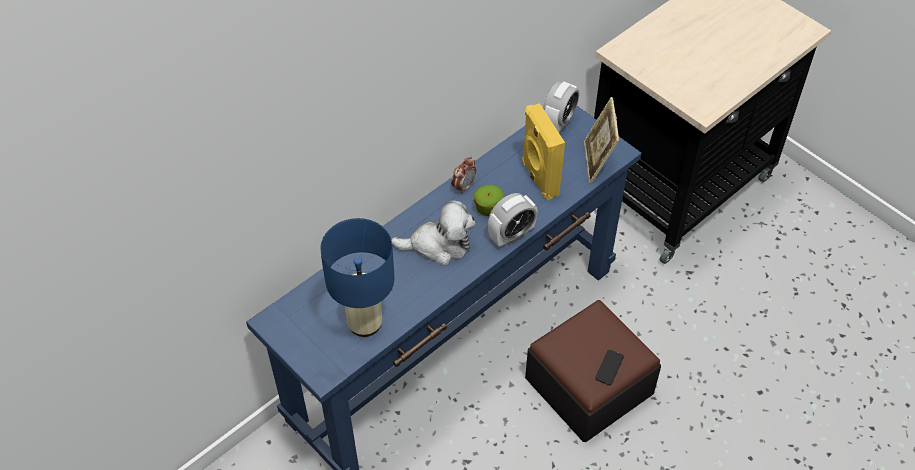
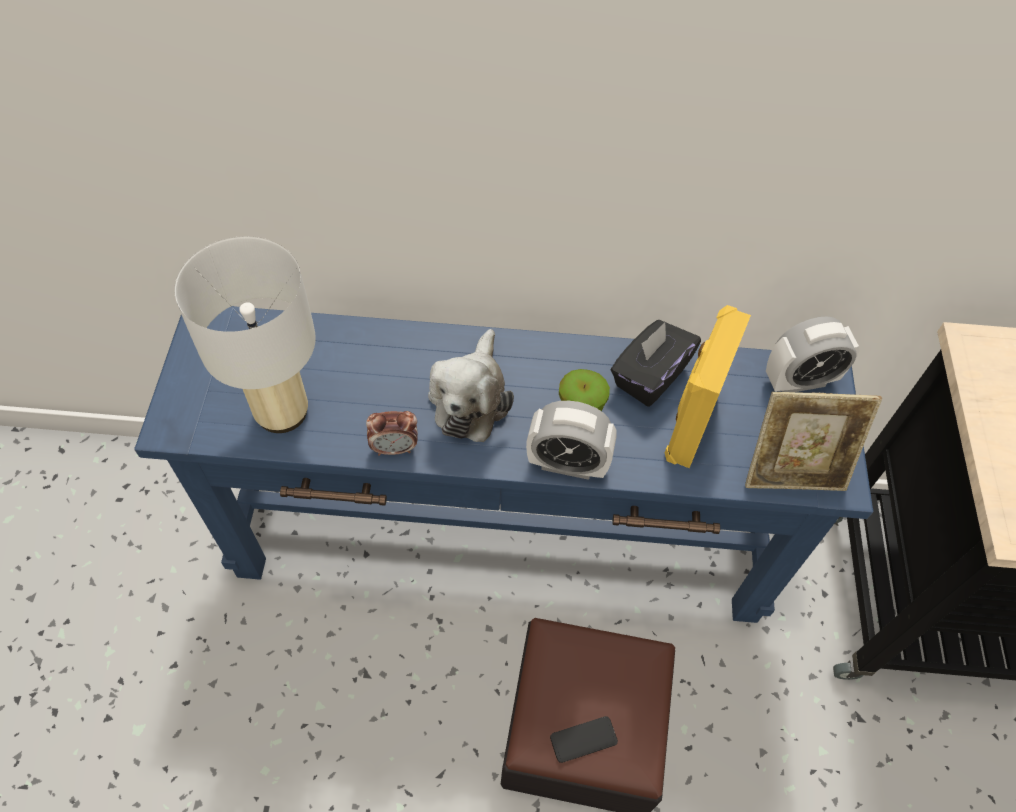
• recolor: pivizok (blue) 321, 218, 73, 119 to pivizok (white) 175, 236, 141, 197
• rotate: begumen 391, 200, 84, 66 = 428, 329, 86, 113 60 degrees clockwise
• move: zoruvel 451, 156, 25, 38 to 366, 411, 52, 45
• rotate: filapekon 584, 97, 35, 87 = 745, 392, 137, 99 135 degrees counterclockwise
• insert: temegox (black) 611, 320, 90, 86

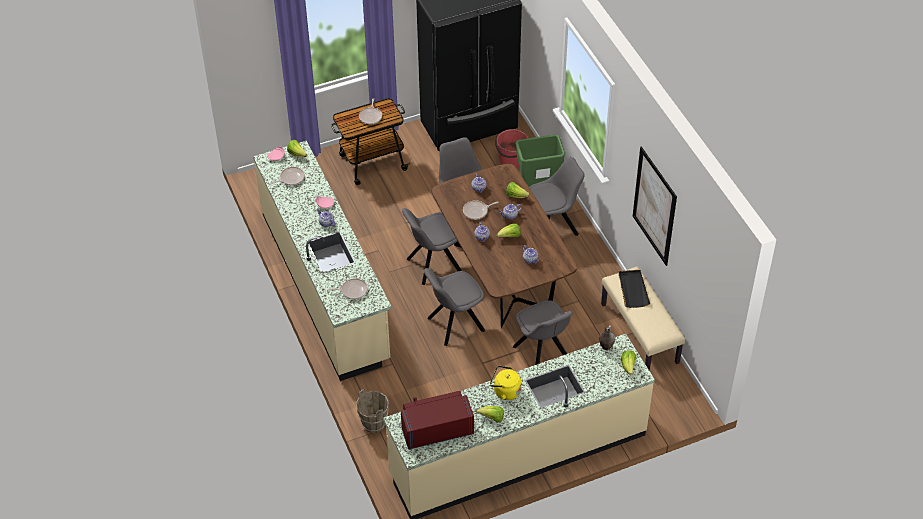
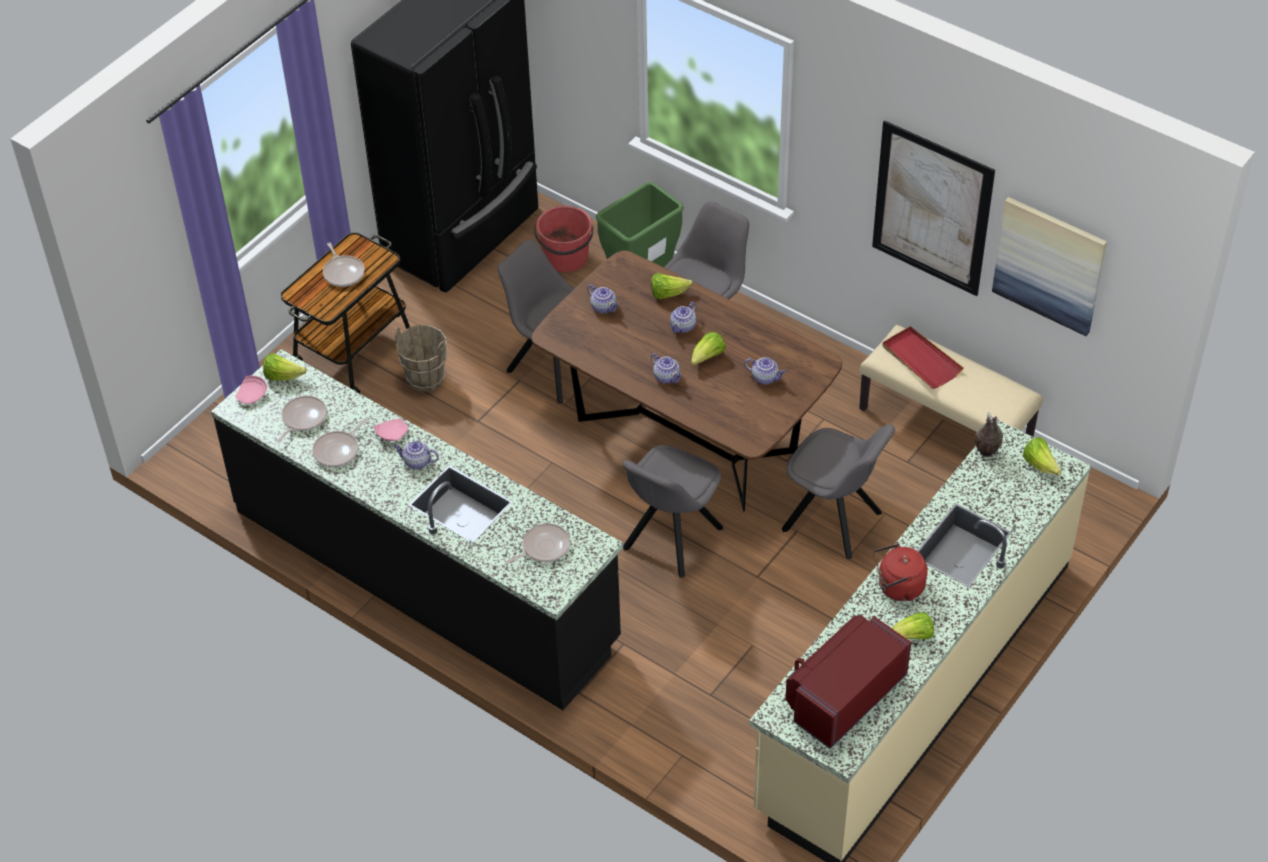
• recolor: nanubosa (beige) 253, 141, 139, 240 to nanubosa (black) 211, 349, 412, 361
• move: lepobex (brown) 356, 389, 33, 44 to 395, 324, 52, 68
• delete: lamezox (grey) 402, 208, 60, 77
• move: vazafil 463, 200, 36, 20 to 312, 419, 55, 48
• recolor: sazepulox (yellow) 490, 365, 31, 35 to sazepulox (red) 873, 543, 55, 58
• recolor: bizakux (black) 619, 270, 31, 38 to bizakux (red) 882, 326, 82, 63
• insert: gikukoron 992, 197, 115, 139

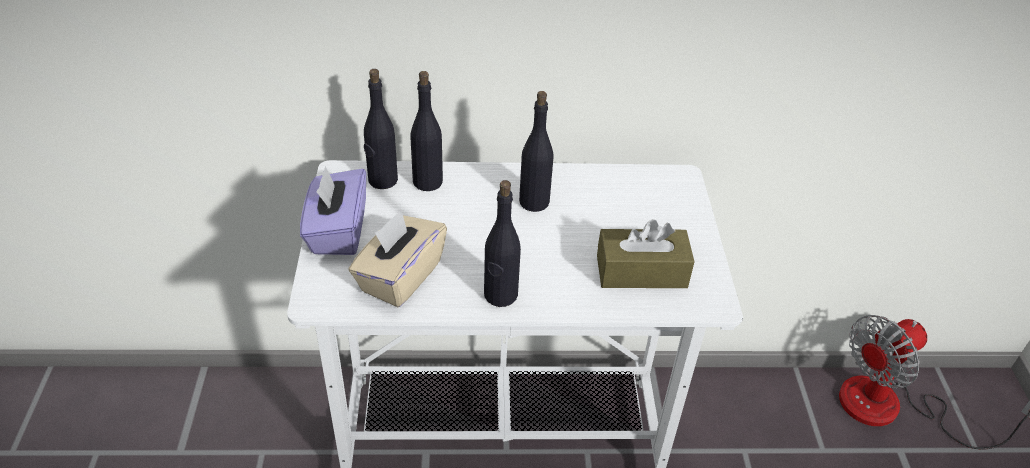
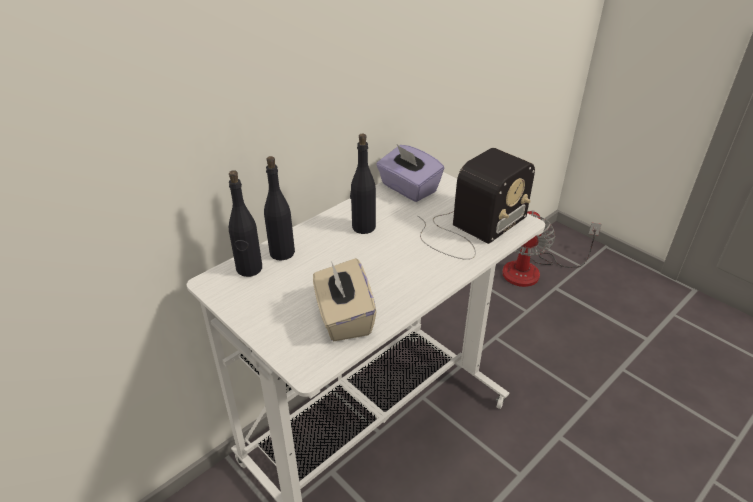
• move: temegox (purple) 300, 166, 66, 89 to 376, 145, 68, 57
• delete: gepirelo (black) 484, 180, 37, 127
• replace: temegox (brown) 597, 219, 98, 69 to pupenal 418, 148, 117, 112

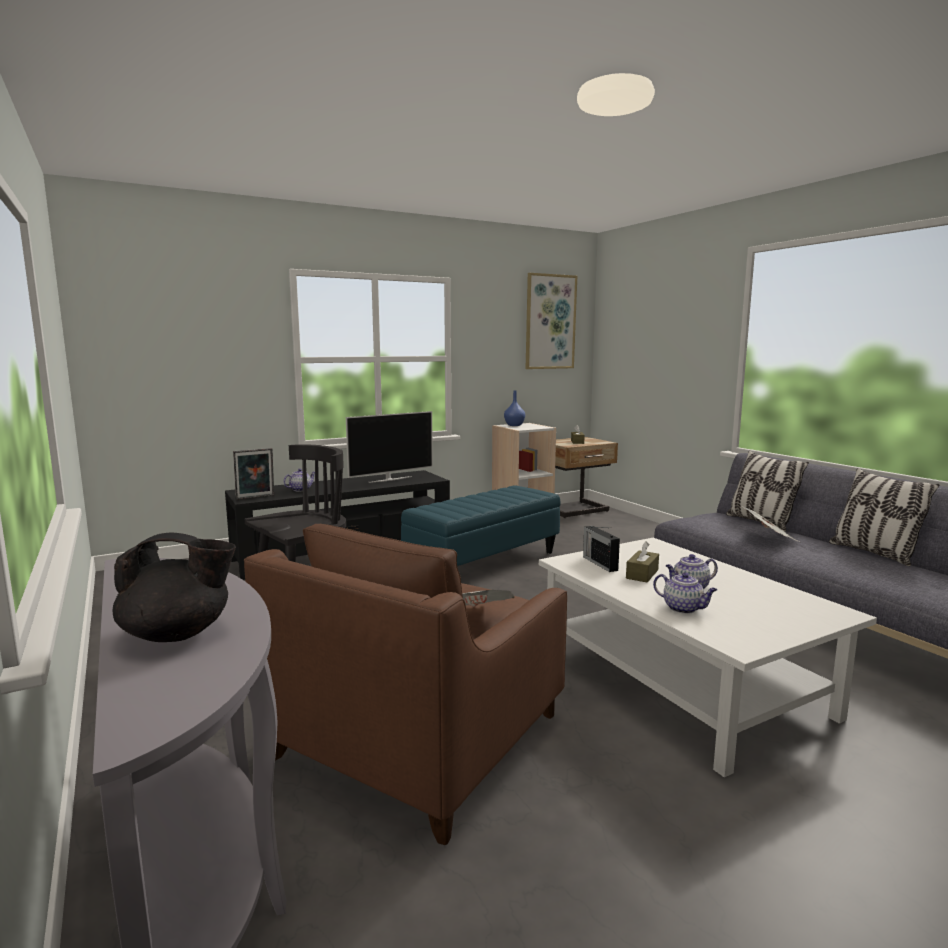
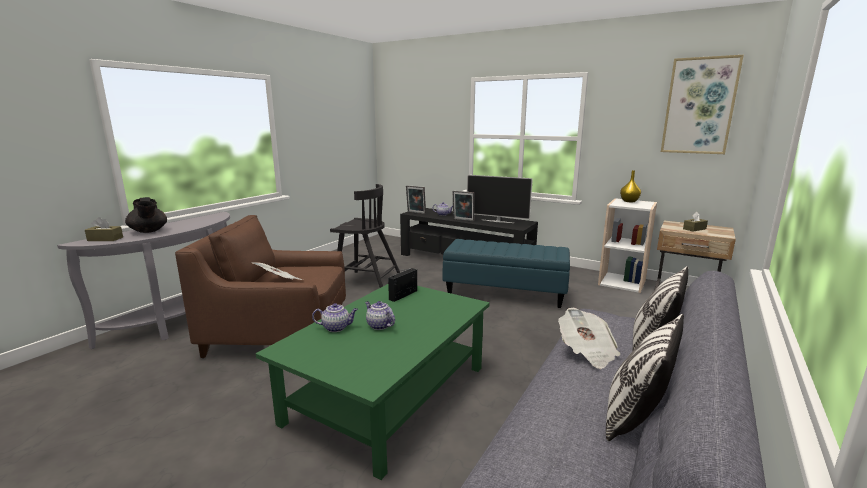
• recolor: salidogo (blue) 504, 391, 21, 35 to salidogo (yellow) 620, 170, 21, 32
• recolor: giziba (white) 539, 538, 338, 239 to giziba (green) 256, 284, 234, 196
• move: temegox (brown) 626, 541, 33, 41 to 85, 217, 38, 24
• rotate: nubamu 653, 572, 64, 42 = 312, 303, 46, 29 105 degrees counterclockwise
• insert: filapekon 453, 191, 21, 30

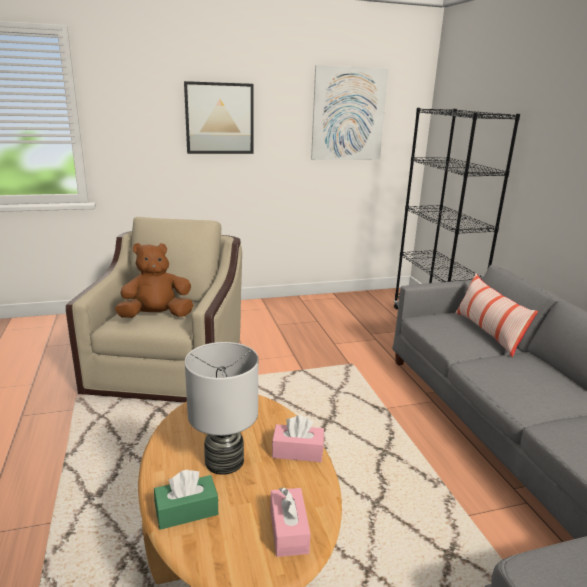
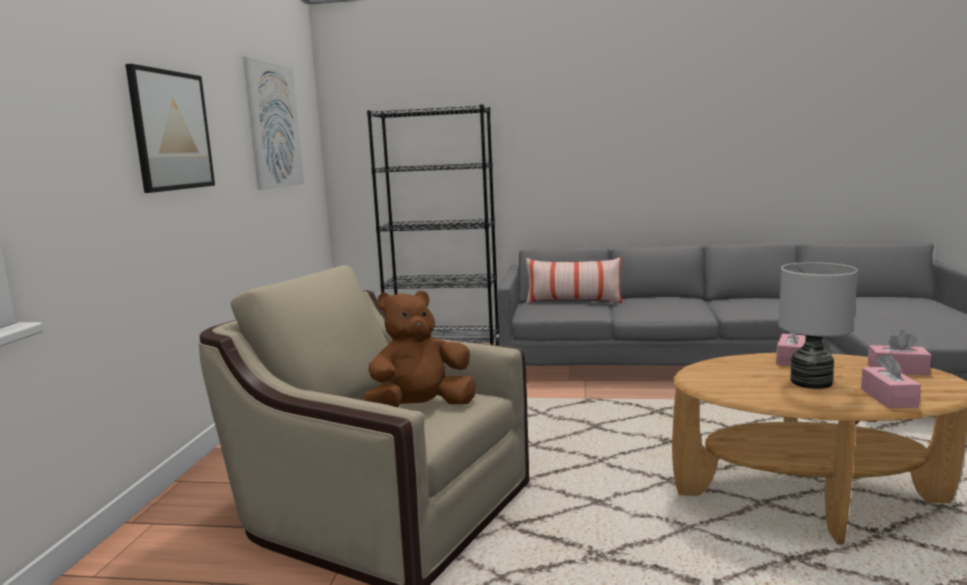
• rotate: begumen (brown) 115, 243, 78, 75 = 362, 290, 114, 117 60 degrees clockwise
• recolor: temegox (green) 154, 470, 64, 60 to temegox (pink) 861, 353, 60, 55

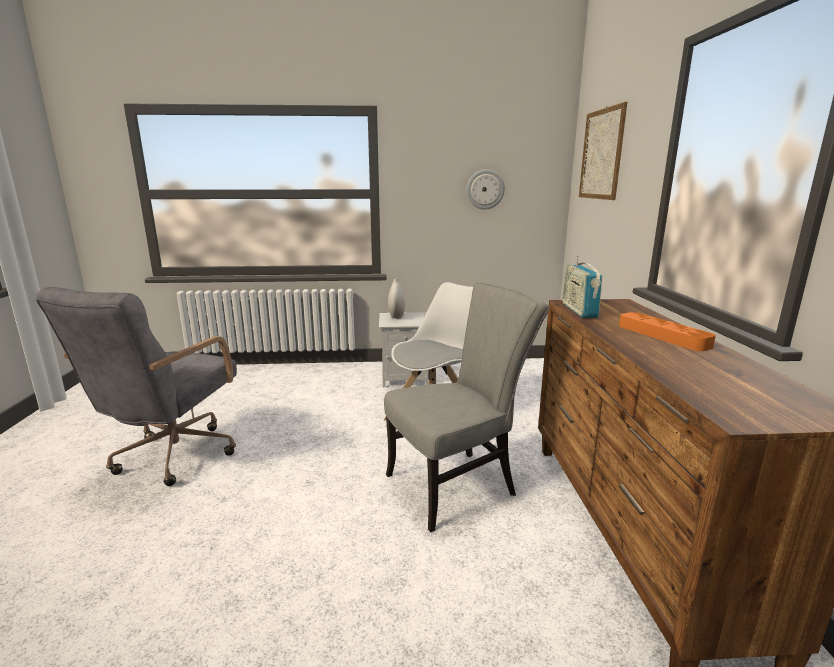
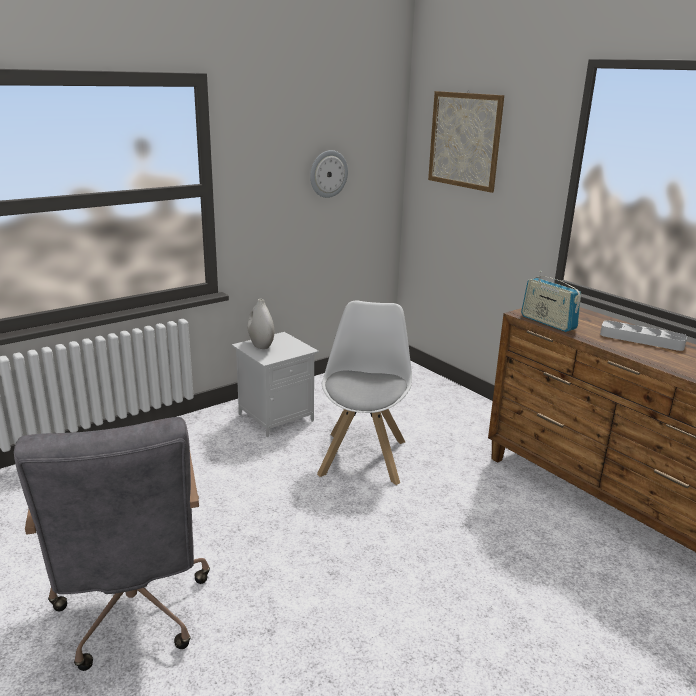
• delete: lamezox (grey) 384, 282, 166, 250
• recolor: bizakux (orange) 619, 312, 97, 39 to bizakux (grey) 600, 320, 87, 31

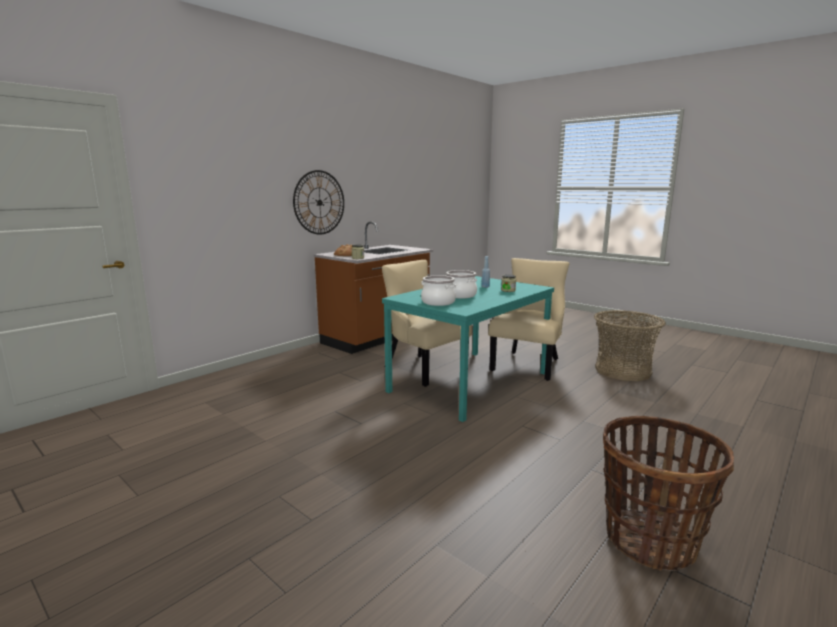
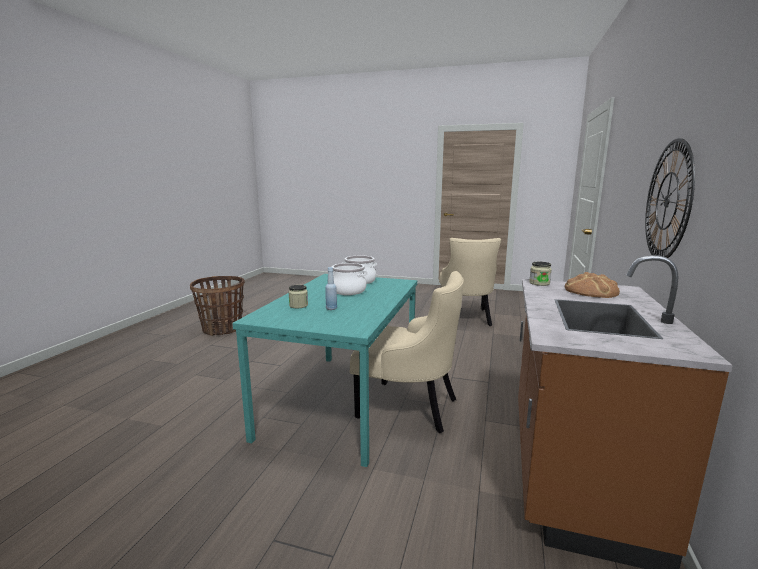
• move: lamezox (beige) 488, 258, 82, 123 to 439, 238, 62, 88
• delete: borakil 594, 310, 72, 71

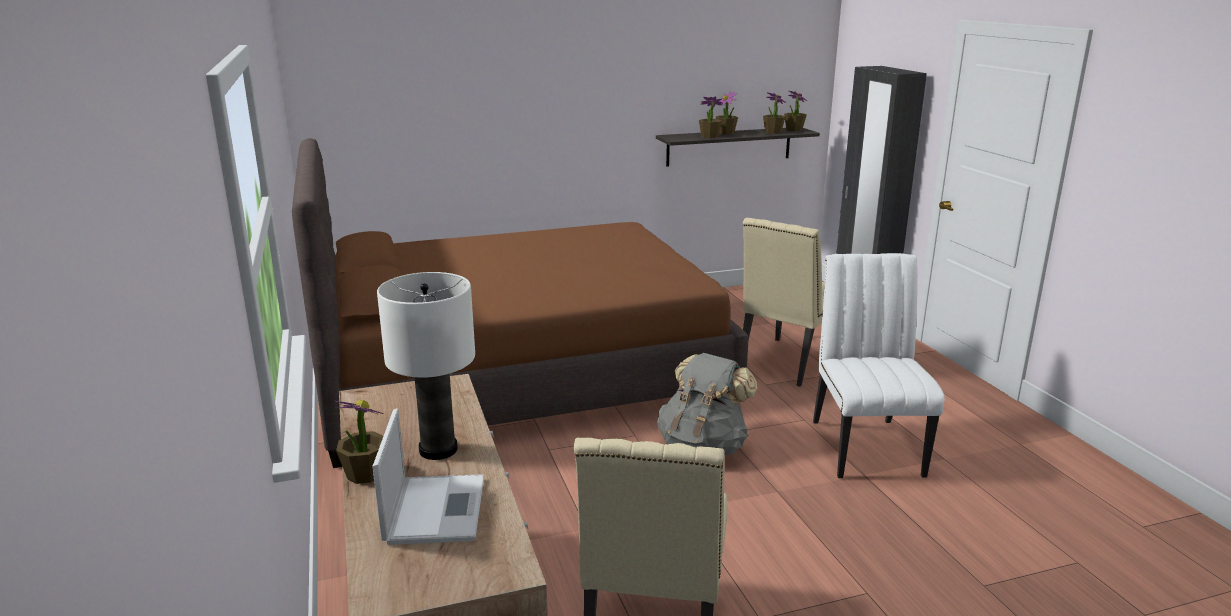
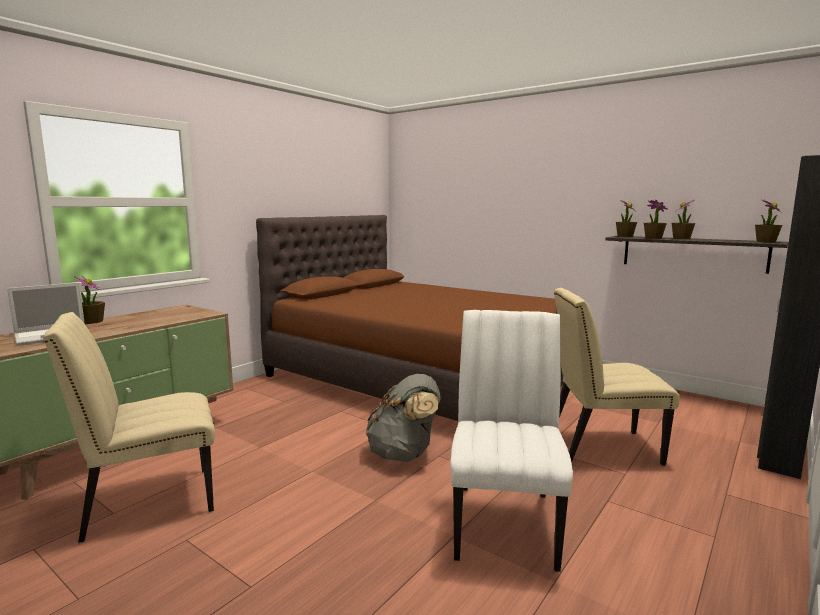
• delete: pivizok (white) 377, 272, 98, 188
• move: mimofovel 763, 92, 23, 42 to 616, 200, 21, 37
• rotate: lamezox (white) 813, 253, 132, 225 = 450, 310, 123, 262 45 degrees counterclockwise

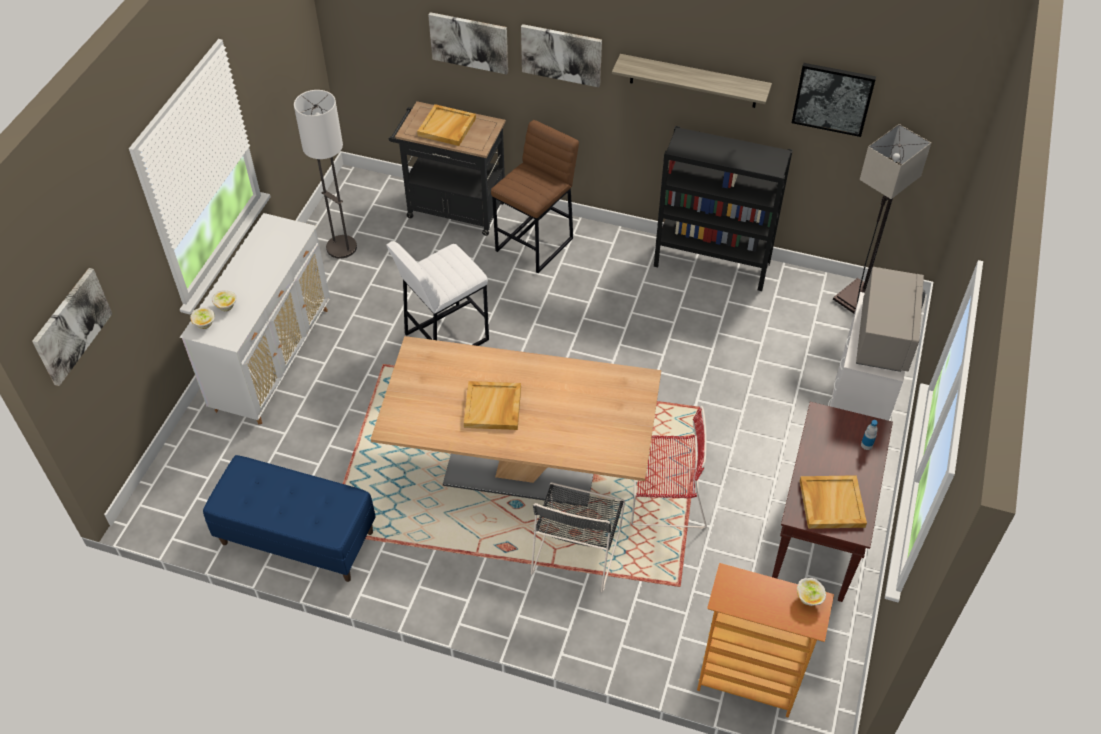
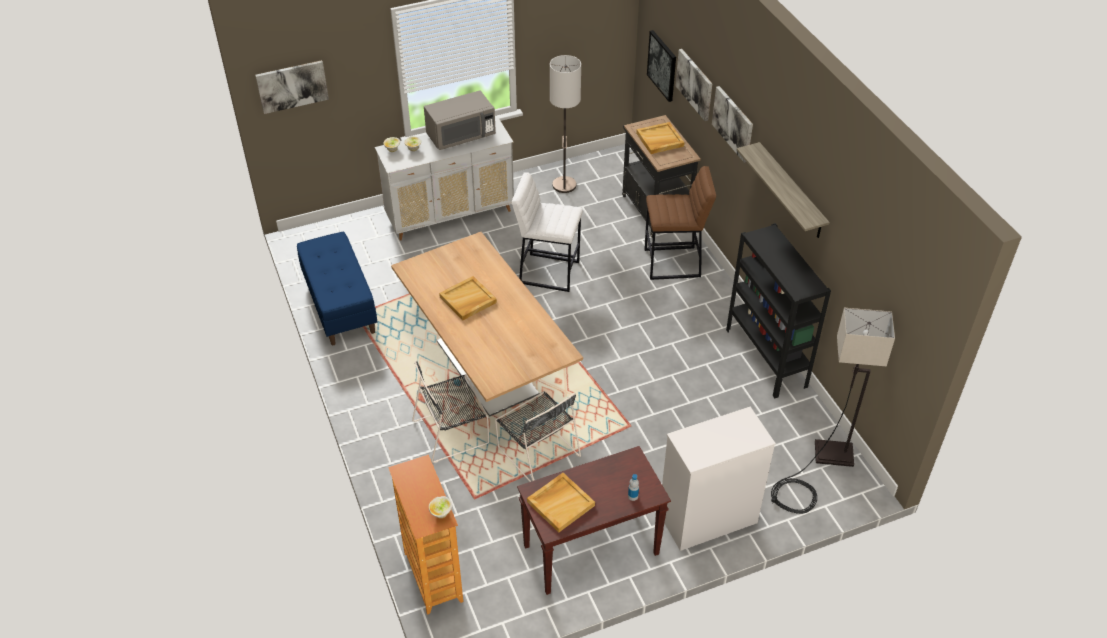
• recolor: lamezox (red) 631, 406, 76, 123 to lamezox (black) 495, 391, 86, 91
• move: gikukoron 792, 63, 84, 74 to 647, 30, 29, 72
• move: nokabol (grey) 856, 267, 69, 105 to 424, 90, 72, 60

